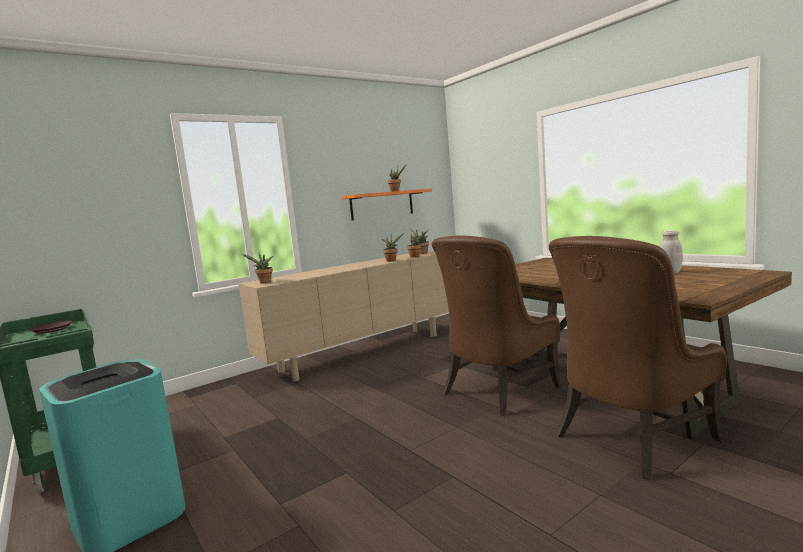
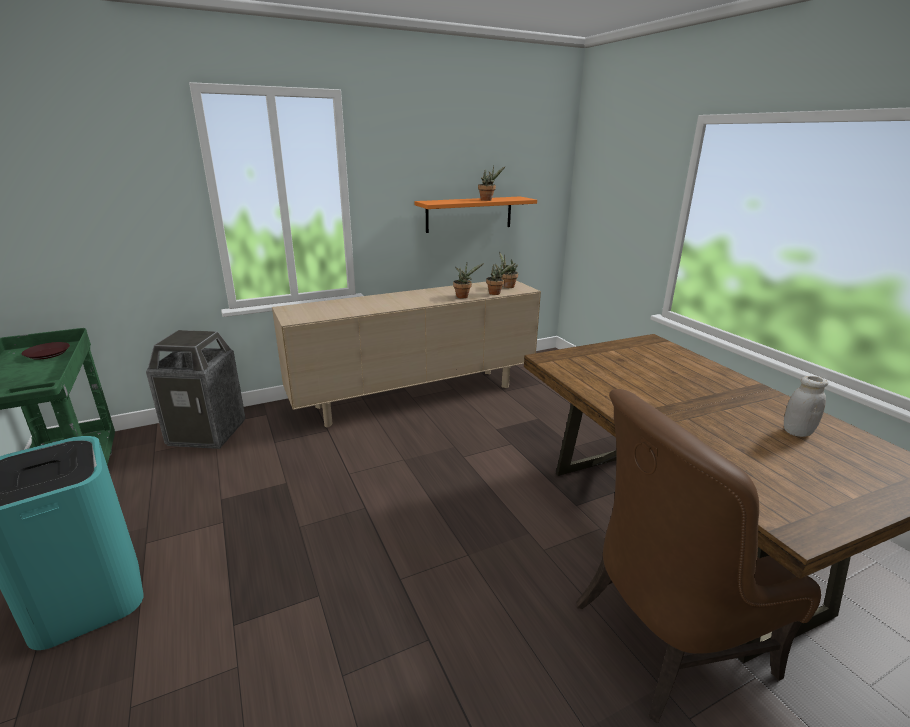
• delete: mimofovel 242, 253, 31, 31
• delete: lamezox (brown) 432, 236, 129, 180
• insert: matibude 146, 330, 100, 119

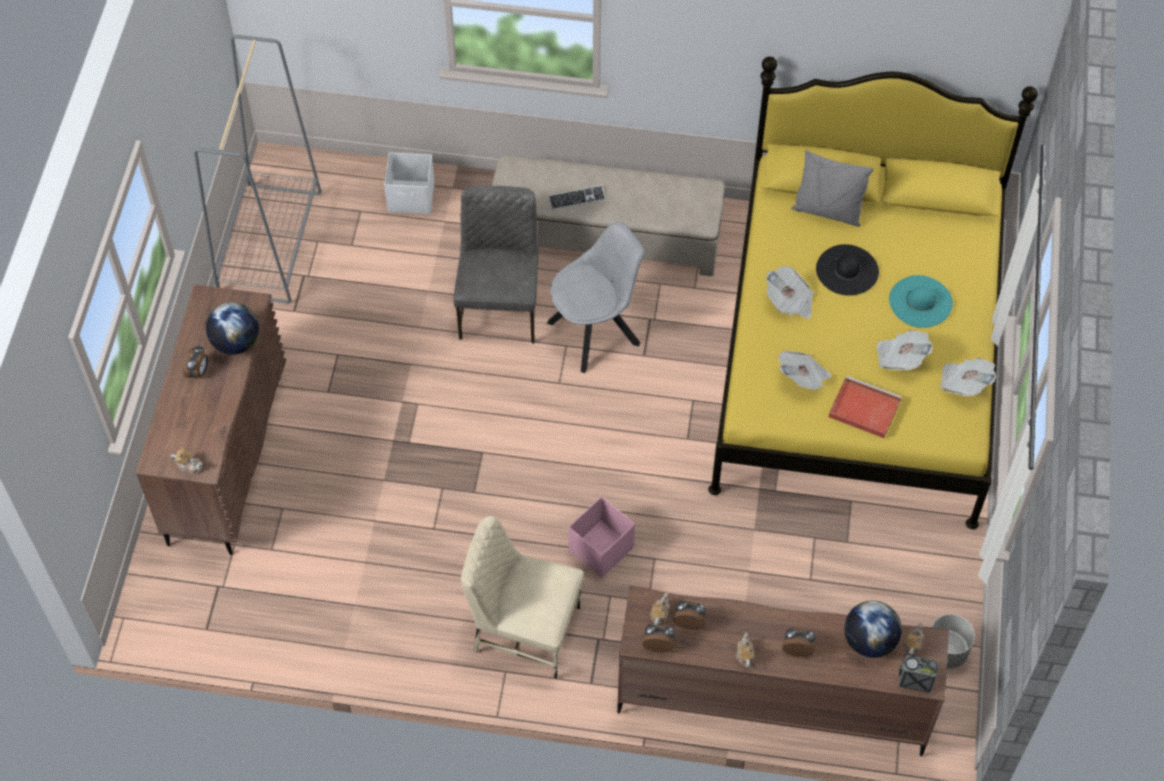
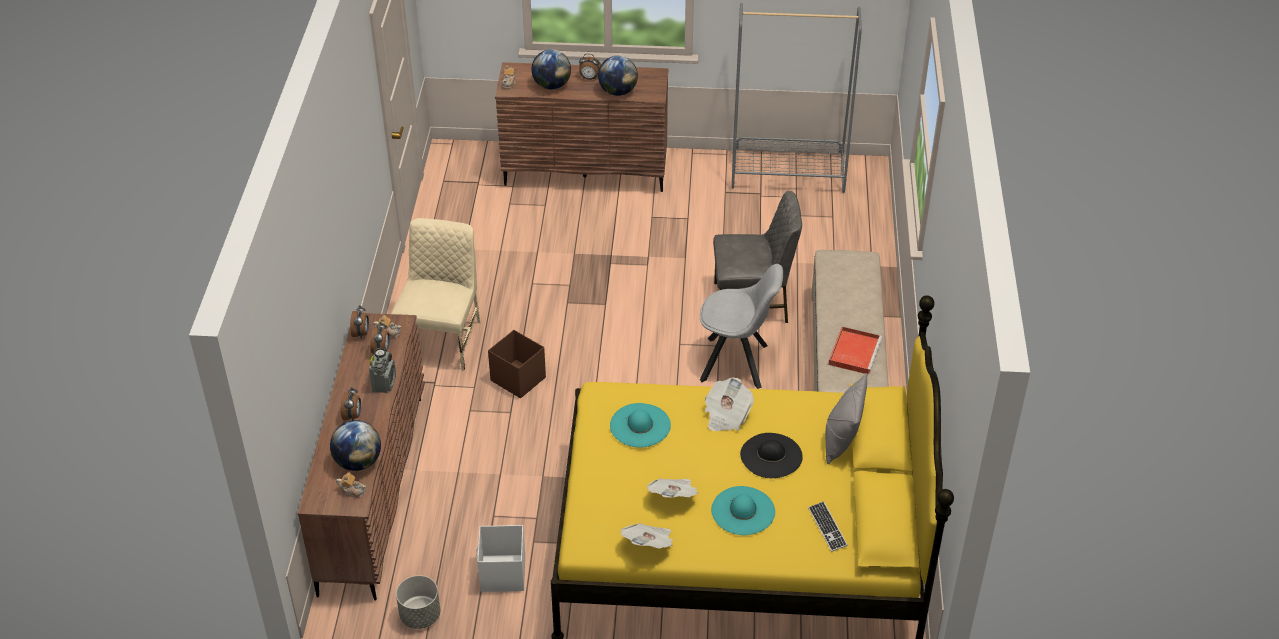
• move: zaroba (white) 384, 152, 51, 62 to 476, 525, 49, 67
• rotate: lamezox (grey) 547, 221, 97, 152 = 700, 264, 83, 125 45 degrees counterclockwise
• move: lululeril 548, 185, 58, 25 to 808, 501, 40, 51
• recolor: zaroba (pink) 568, 496, 67, 82 to zaroba (brown) 488, 330, 58, 68
• delete: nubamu 736, 632, 19, 36
• replace: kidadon 778, 350, 54, 41 to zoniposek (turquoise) 610, 403, 61, 44
• move: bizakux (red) 828, 376, 74, 62 to 828, 327, 55, 48
• move: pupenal 898, 654, 41, 39 to 369, 348, 27, 45
• insert: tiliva 532, 49, 39, 40

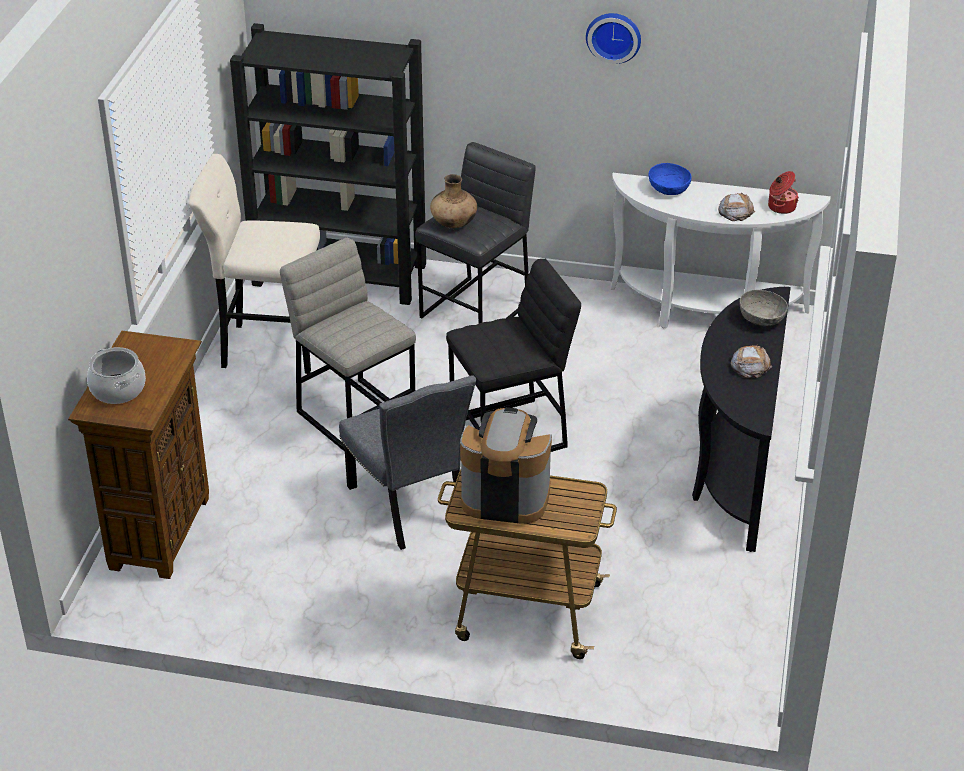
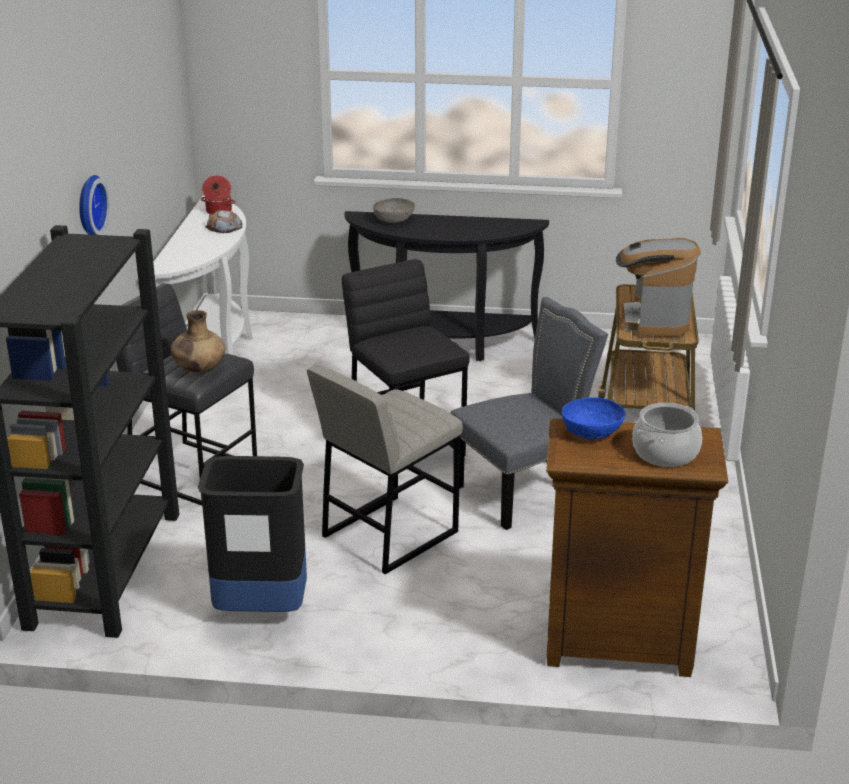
• replace: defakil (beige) 189, 154, 131, 220 to matibude (black) 198, 456, 109, 156
• move: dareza 586, 13, 55, 51 to 79, 175, 31, 60
• move: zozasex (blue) 649, 163, 43, 32 to 562, 397, 63, 42
• delete: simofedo 731, 344, 41, 34

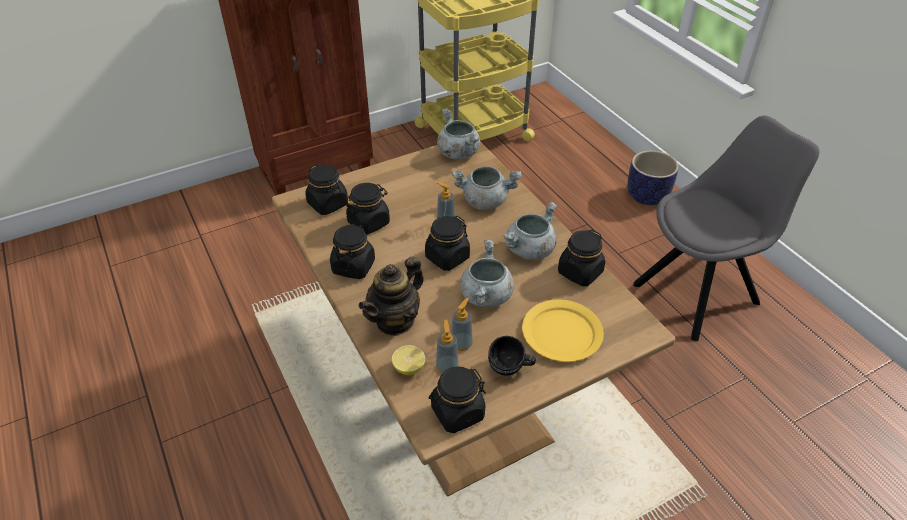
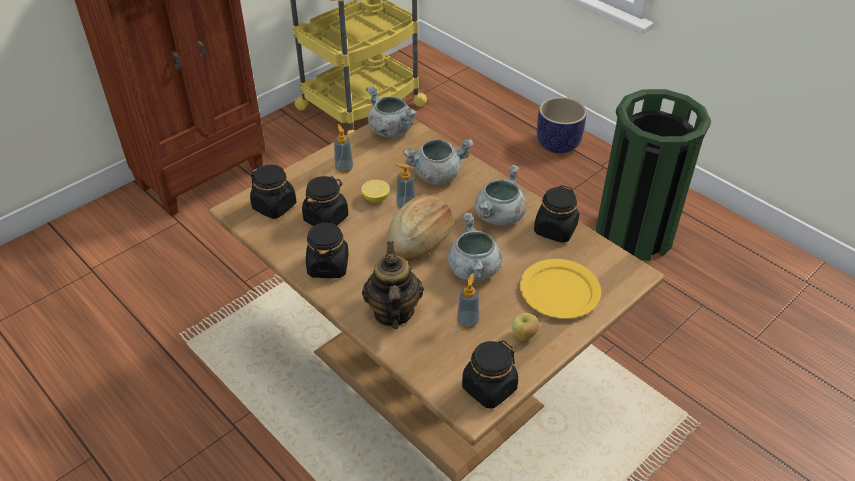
• rotate: nubamu 359, 256, 65, 80 = 362, 242, 62, 87 150 degrees clockwise
• move: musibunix 392, 345, 33, 30 to 361, 180, 29, 23
• replace: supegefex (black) 425, 216, 45, 55 to simofedo 387, 194, 66, 67
• move: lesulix 436, 320, 23, 53 to 334, 124, 19, 49
• replace: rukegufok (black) 488, 336, 48, 40 to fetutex 512, 313, 27, 28
• replace: lamezox (grey) 634, 115, 186, 226 to matibude (green) 596, 89, 115, 172

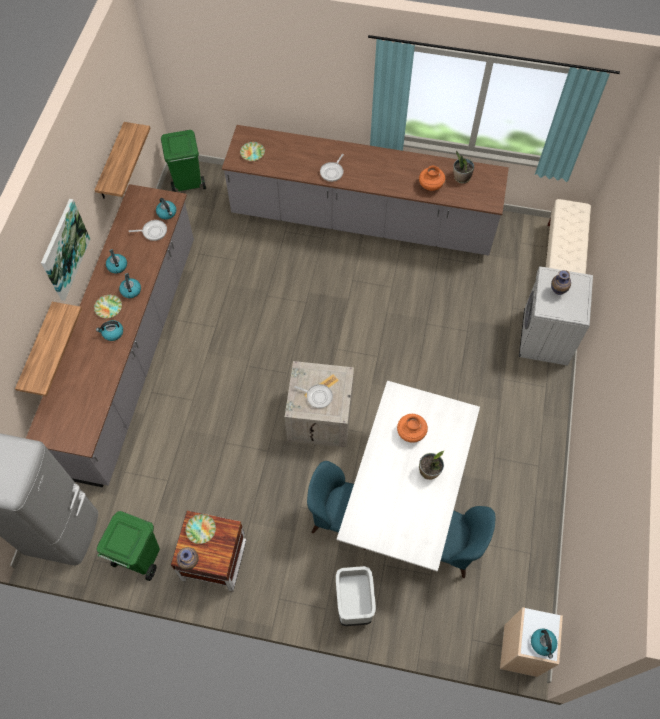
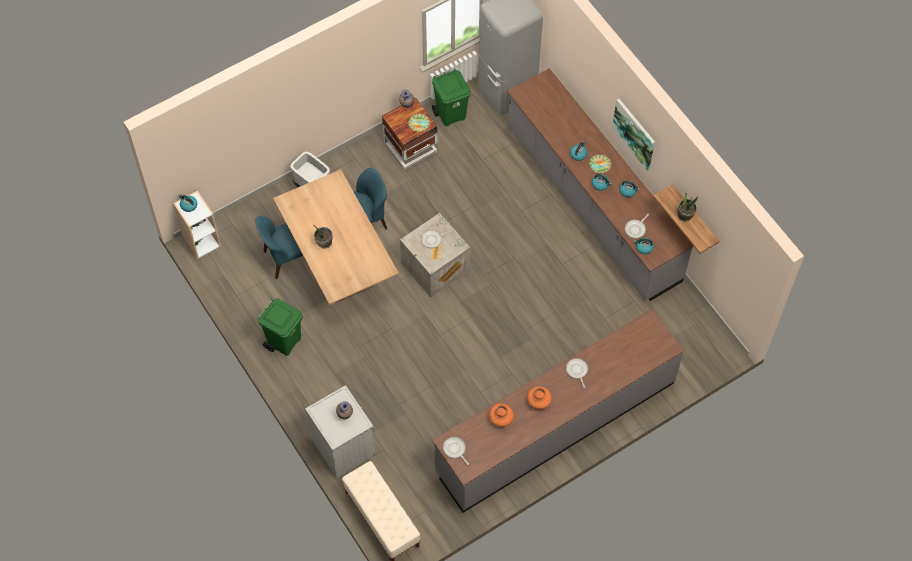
• delete: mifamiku 15, 302, 67, 94
• move: matibude (green) 161, 130, 45, 62 to 257, 298, 46, 58
• delete: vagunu 240, 142, 25, 19
• recolor: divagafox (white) 337, 381, 143, 191 to divagafox (brown) 273, 169, 126, 136
• move: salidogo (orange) 397, 414, 31, 29 to 527, 386, 25, 24
• move: mimofovel 453, 151, 21, 33 to 677, 192, 21, 30
• insert: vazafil 443, 437, 26, 28

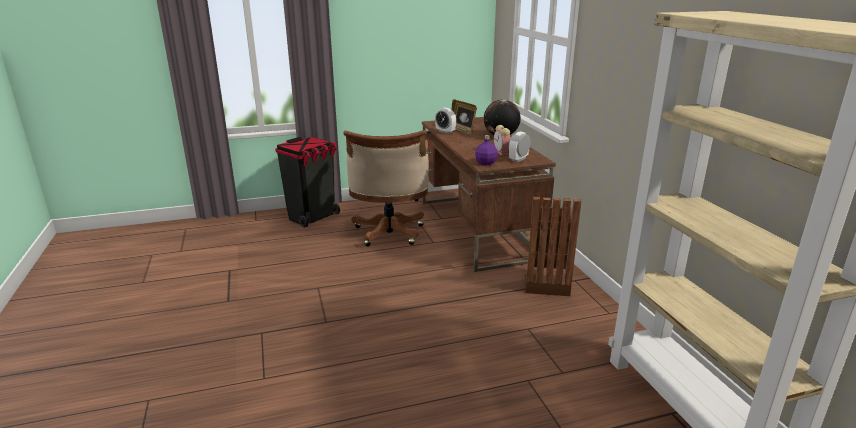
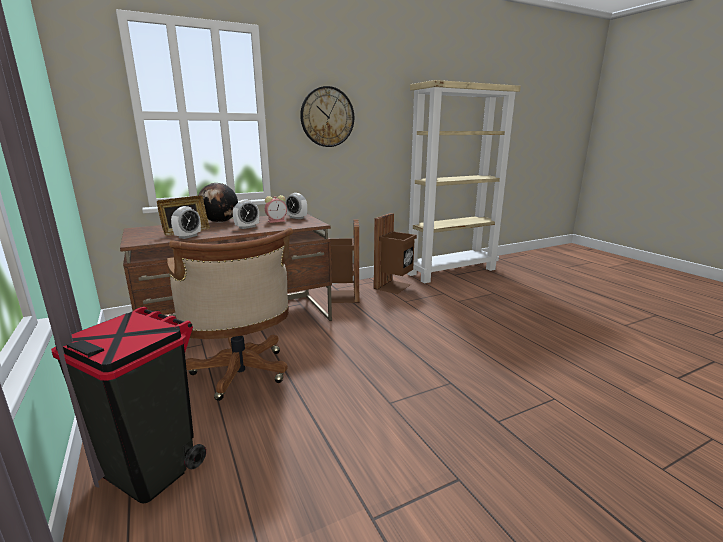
• rotate: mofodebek 343, 130, 86, 116 = 167, 228, 126, 173 75 degrees clockwise
• delete: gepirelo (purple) 475, 135, 23, 30
• insert: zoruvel 233, 199, 26, 30
• insert: dareza 300, 86, 54, 61
• insert: matibude (brown) 373, 213, 44, 81

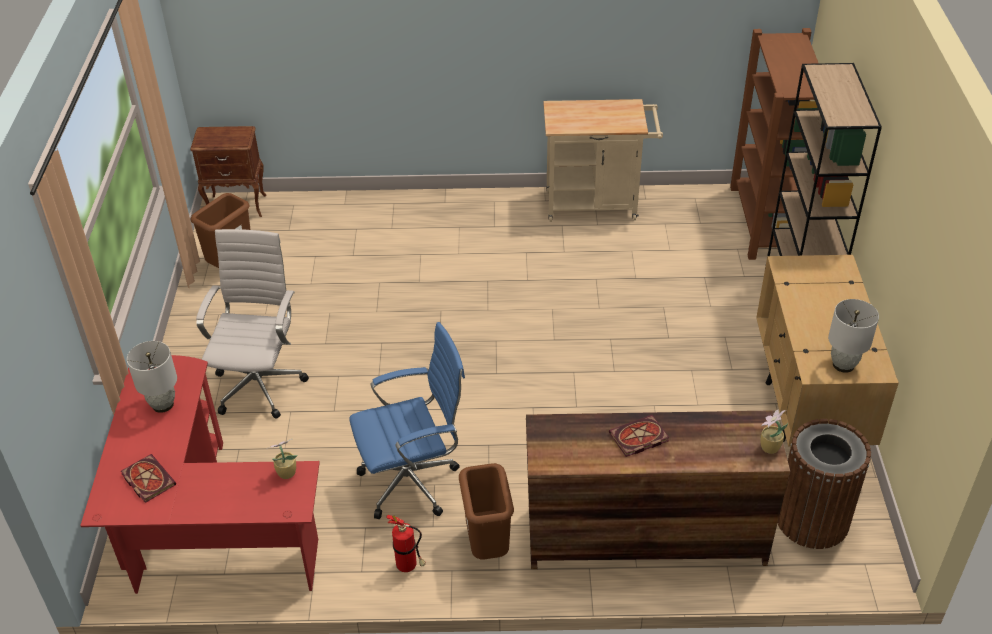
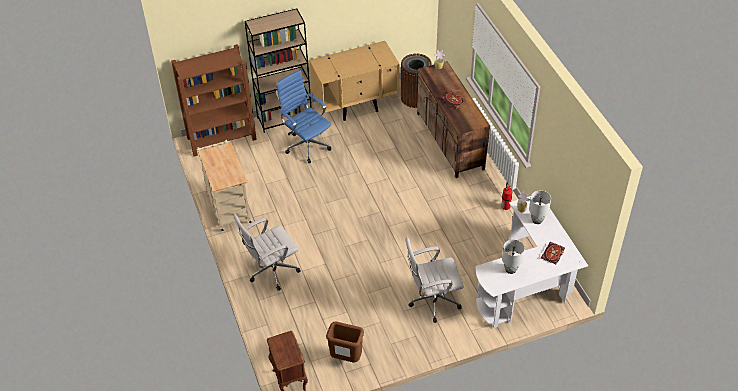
• recolor: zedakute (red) 80, 355, 240, 239 to zedakute (white) 476, 196, 112, 132
• move: mofodebek (blue) 349, 322, 116, 197 to 276, 70, 55, 93
• delete: matibude (brown) 459, 463, 55, 96
• move: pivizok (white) 828, 299, 51, 74 to 529, 191, 22, 33
• insert: mofodebek (white) 234, 214, 67, 77

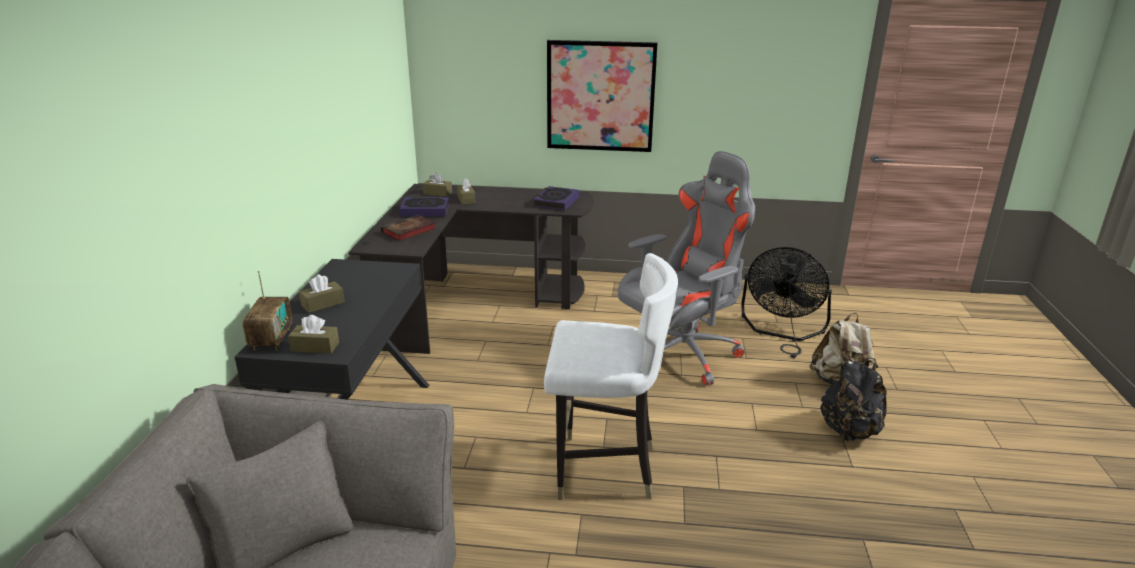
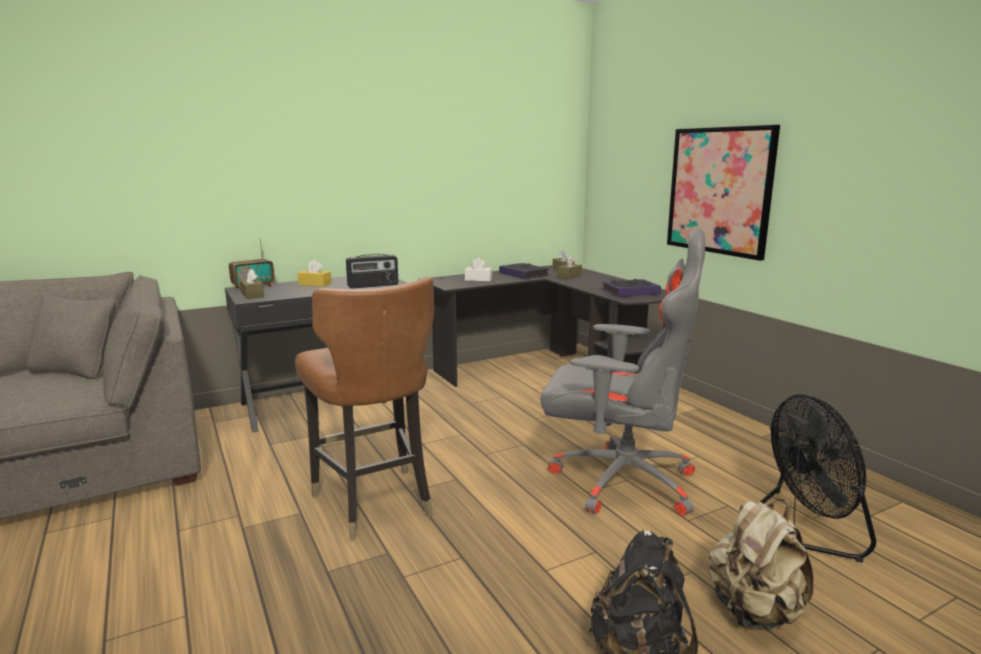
• recolor: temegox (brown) 299, 274, 46, 39 to temegox (yellow) 298, 260, 34, 27
• replace: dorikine 381, 215, 56, 27 to temegox (white) 465, 258, 27, 23
• recolor: lamezox (white) 544, 253, 134, 247 to lamezox (brown) 295, 277, 139, 264
• insert: pupenal 346, 254, 52, 35

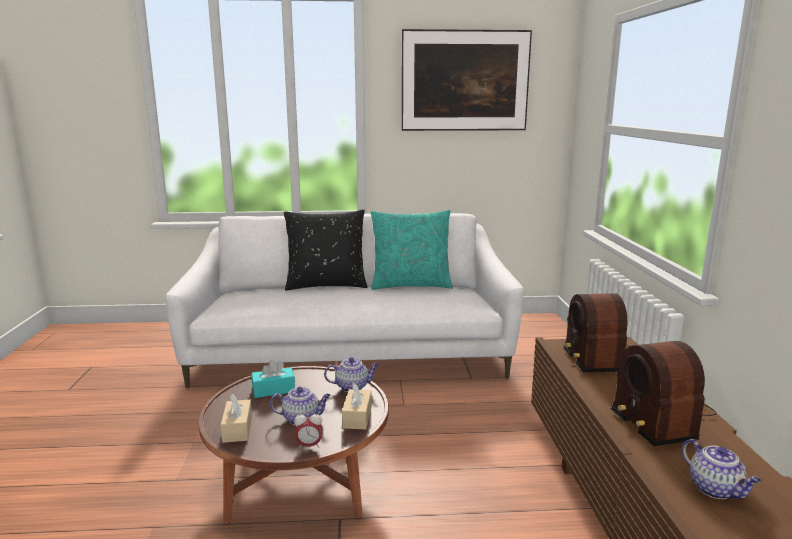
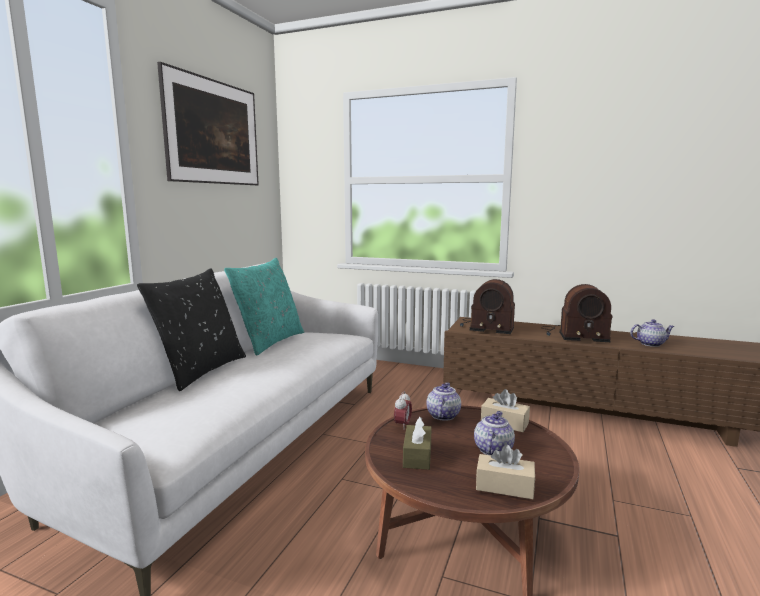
• recolor: temegox (turquoise) 252, 360, 43, 38 to temegox (brown) 403, 417, 29, 53
• move: zoruvel 294, 411, 28, 38 to 394, 391, 18, 39

